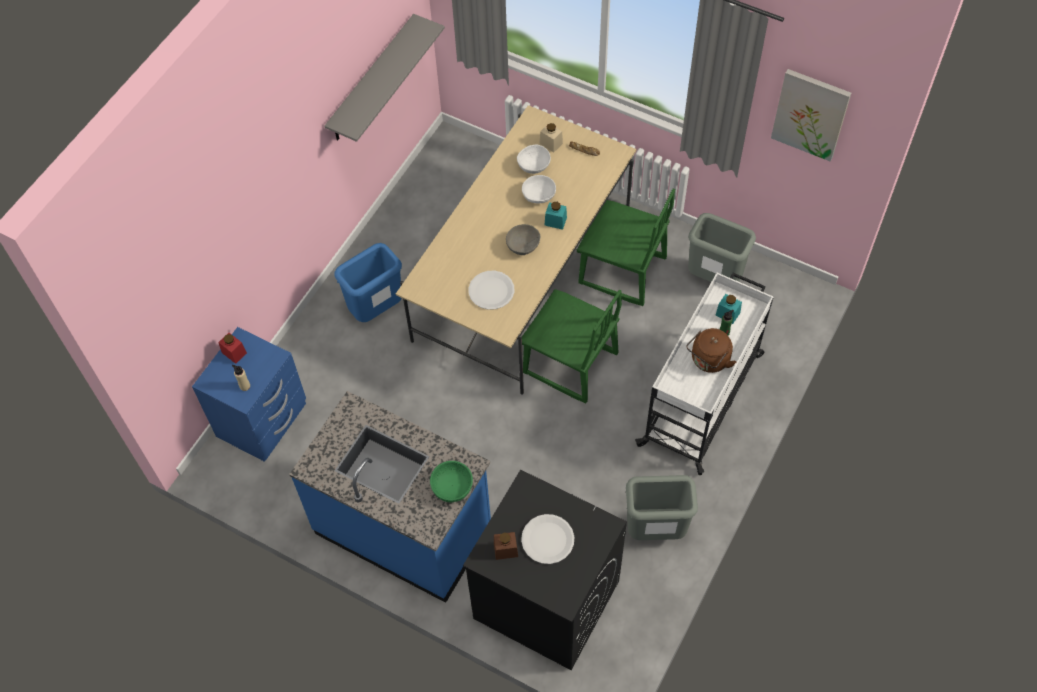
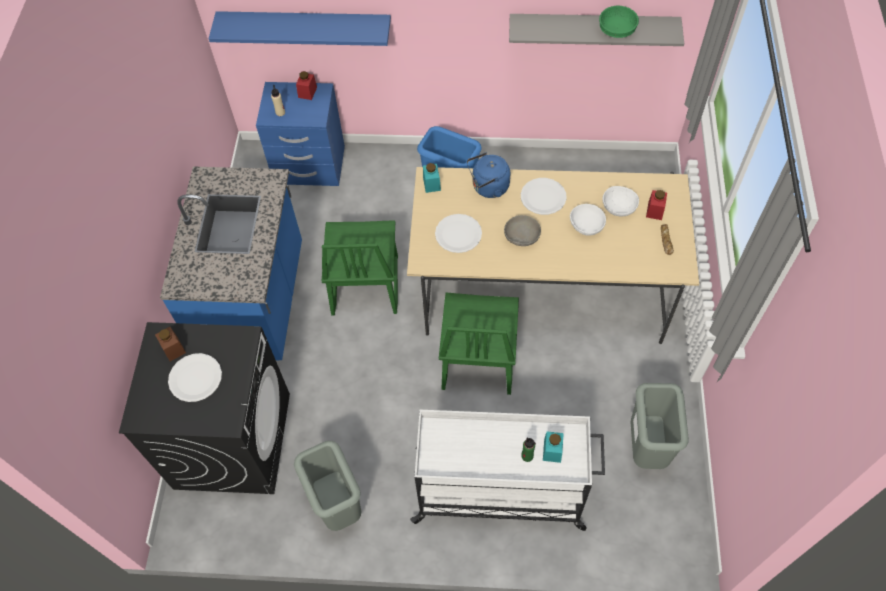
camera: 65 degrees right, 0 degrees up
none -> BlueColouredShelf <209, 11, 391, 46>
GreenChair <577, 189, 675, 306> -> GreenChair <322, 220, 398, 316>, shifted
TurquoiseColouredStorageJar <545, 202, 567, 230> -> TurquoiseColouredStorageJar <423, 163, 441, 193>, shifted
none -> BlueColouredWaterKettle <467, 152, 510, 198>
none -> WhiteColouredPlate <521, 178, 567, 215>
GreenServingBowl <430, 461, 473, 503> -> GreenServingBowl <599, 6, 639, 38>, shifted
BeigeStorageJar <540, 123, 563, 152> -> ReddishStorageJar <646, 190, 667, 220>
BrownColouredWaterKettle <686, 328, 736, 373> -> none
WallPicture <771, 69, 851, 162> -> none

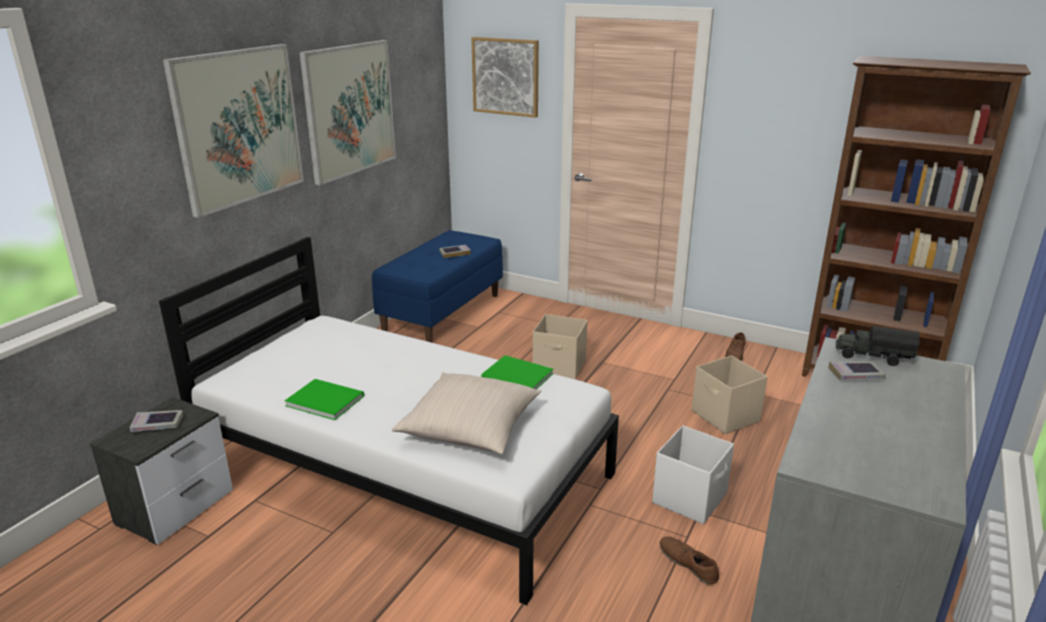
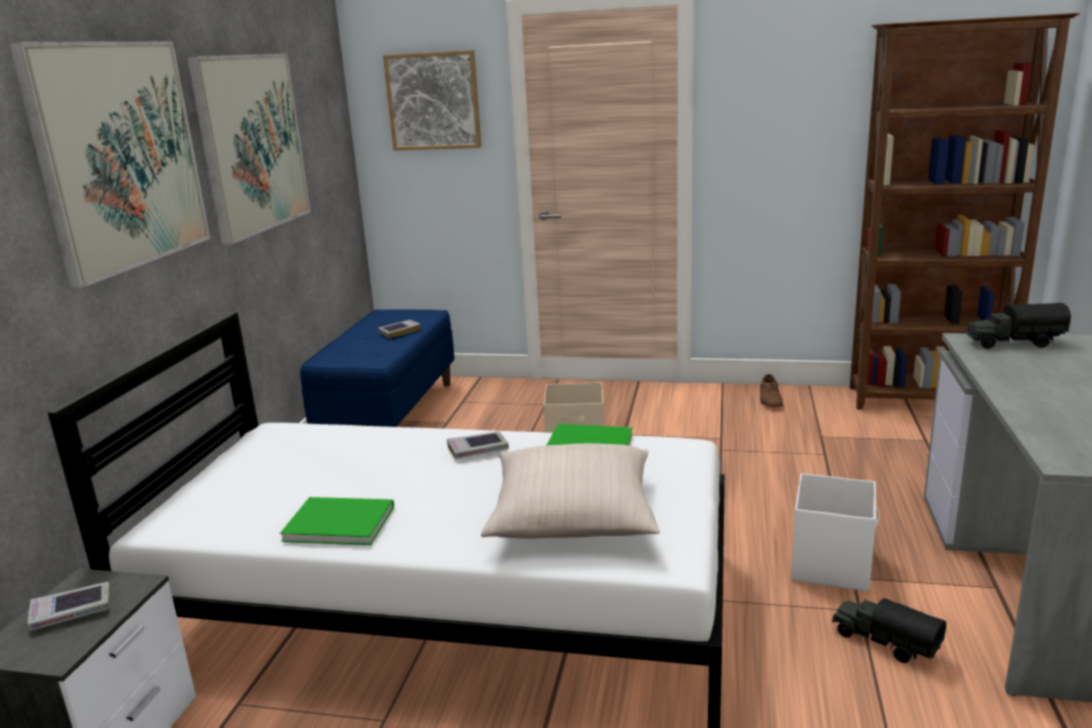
camera: 15 degrees left, 5 degrees down
BoundBook <829, 361, 886, 380> -> BoundBook <447, 431, 509, 459>, shifted
BrownColouredShoe <660, 536, 719, 585> -> ToyLorry <832, 598, 946, 663>
BeigeStorageBin <692, 355, 768, 434> -> none

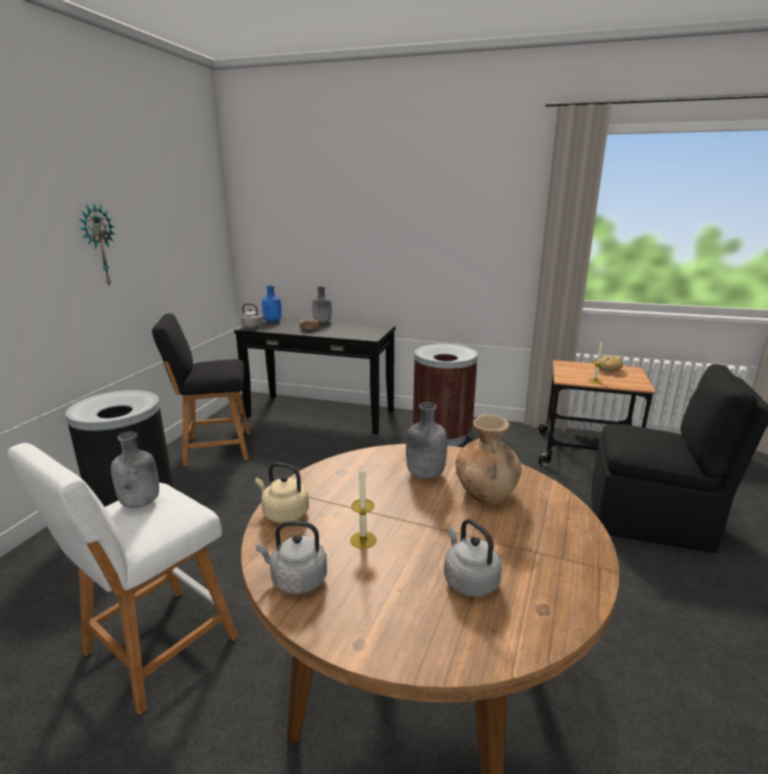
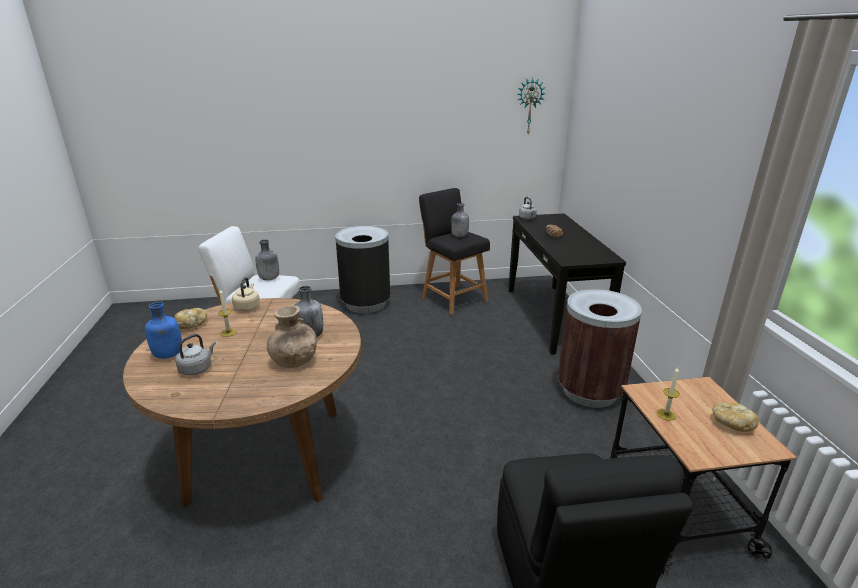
camera: 65 degrees right, 5 degrees up
BlueColouredBottle <262, 286, 282, 322> -> BlueColouredBottle <145, 302, 182, 359>, shifted
GreyishWaterKettle <256, 521, 327, 594> -> Bread <174, 308, 207, 329>
GreyishBottle <312, 286, 332, 323> -> GreyishBottle <451, 203, 469, 237>, shifted
ClockOnTheWall <79, 204, 116, 287> -> ClockOnTheWall <518, 78, 546, 134>, shifted

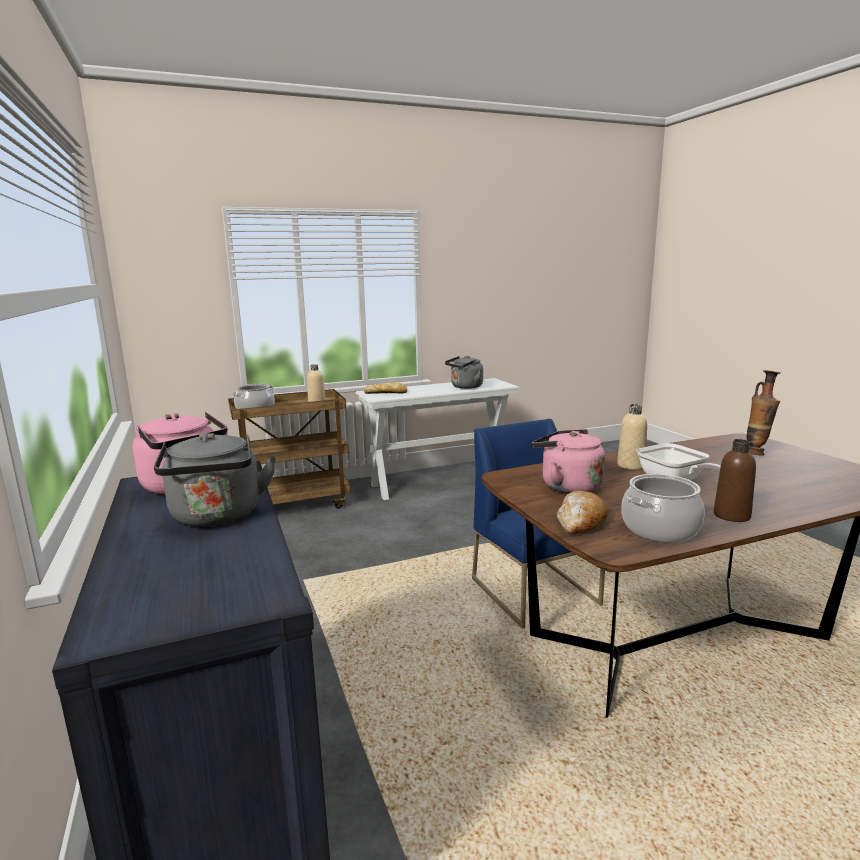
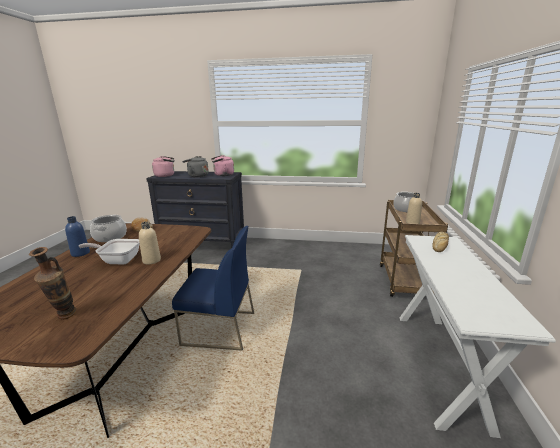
camera: 120 degrees right, 5 degrees up
BrownColouredBottle <714, 439, 756, 522> -> BlueColouredBottle <65, 216, 90, 257>
PinkishWaterKettle <532, 429, 605, 494> -> PinkishWaterKettle <152, 156, 174, 177>, shifted
GreyishWaterKettle <445, 356, 483, 389> -> none

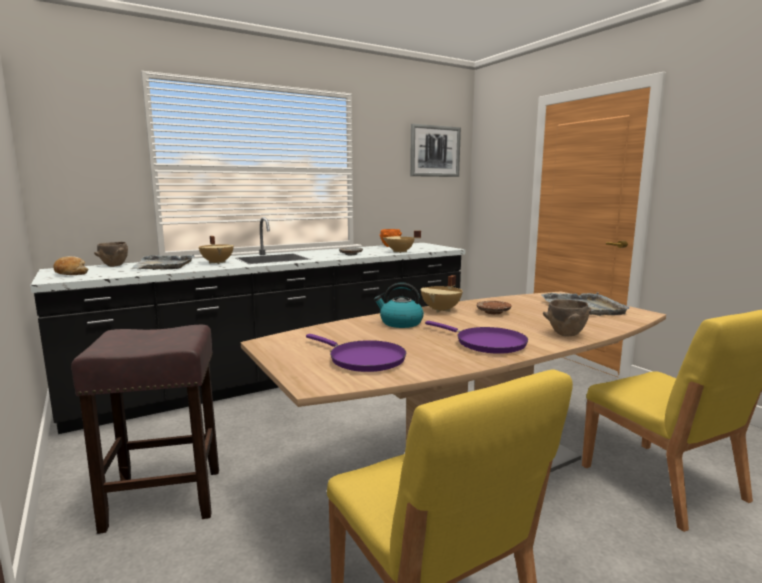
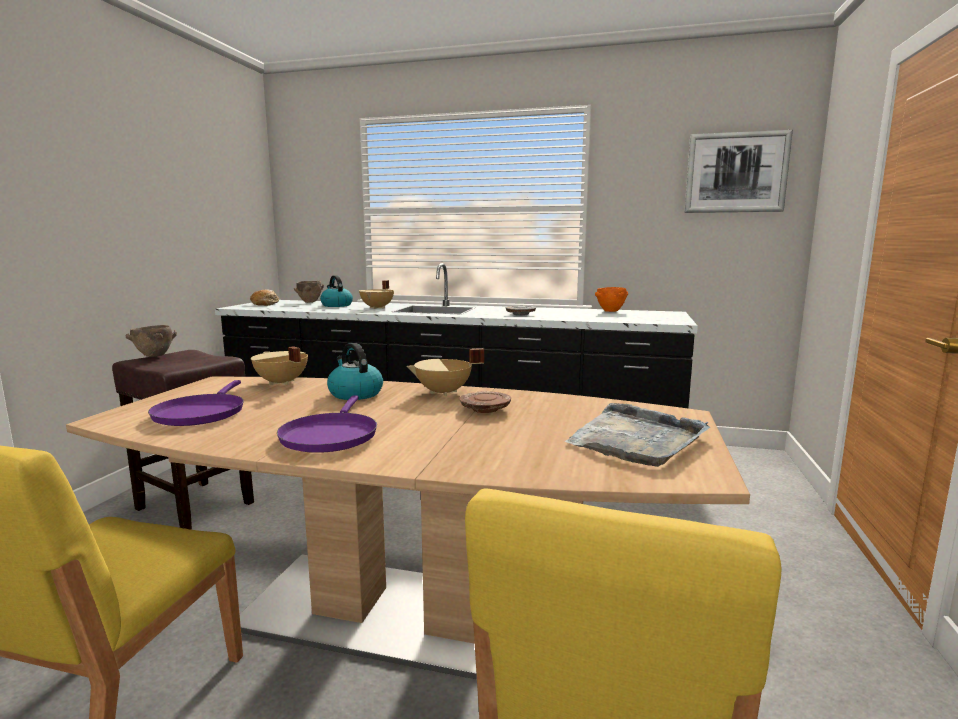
camera: 45 degrees right, 0 degrees up
BrownColouredServingBowl <543, 299, 591, 336> -> BrownColouredServingBowl <125, 325, 177, 357>, shifted
BeigeStockpot <383, 230, 421, 253> -> BeigeStockpot <251, 346, 308, 385>, shifted
GreyishCarryingTray <132, 254, 195, 270> -> WaterKettle <320, 275, 353, 307>

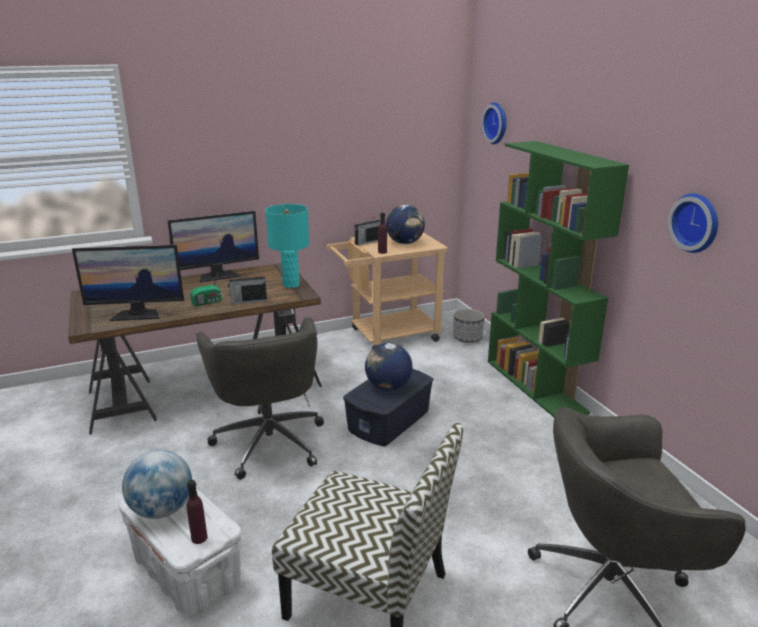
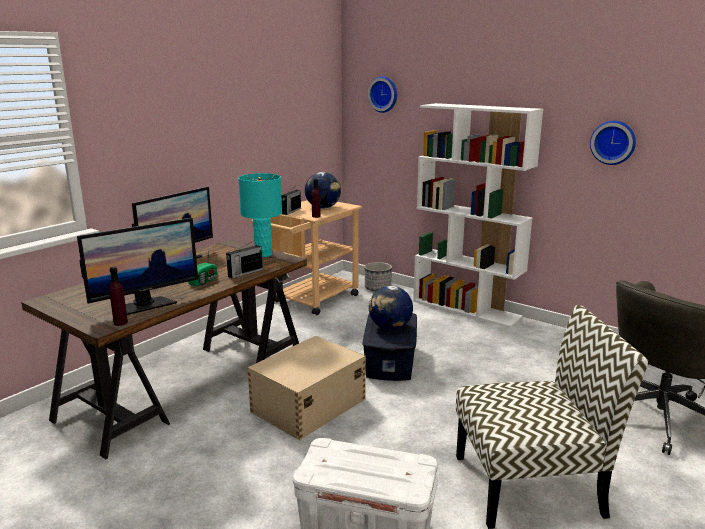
camera: 30 degrees left, 5 degrees down
PurpleColouredBottle <187, 480, 207, 544> -> PurpleColouredBottle <109, 267, 128, 326>, shifted
GreyishComputerChair <196, 317, 324, 479> -> BeigeStorageBin <247, 336, 366, 440>
GreenBookcase <488, 141, 629, 418> -> WhiteColouredBookcase <413, 103, 543, 328>
DeskGlobe <122, 450, 192, 519> -> none

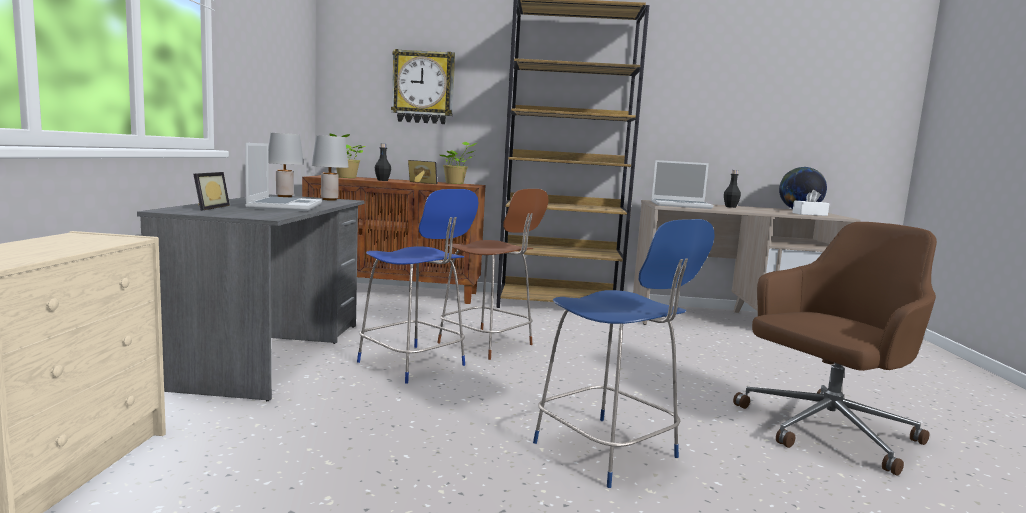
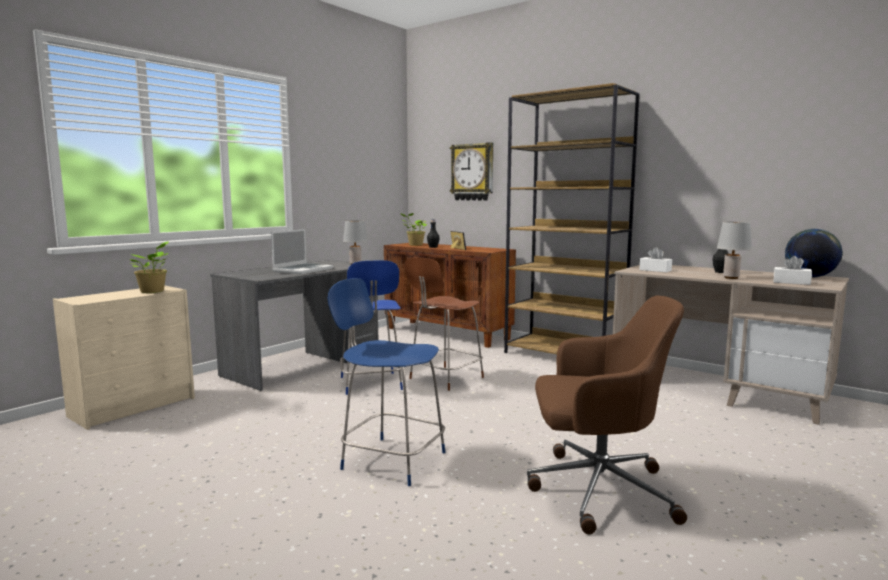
camera: 35 degrees right, 0 degrees up
PlantInAPot <440, 142, 477, 184> -> PlantInAPot <130, 241, 169, 293>, shifted
BlueColouredChair <533, 219, 714, 488> -> BlueColouredChair <328, 278, 445, 486>, 120 degrees clockwise
BrownColouredChair <437, 189, 549, 360> -> BrownColouredChair <405, 257, 484, 391>, 60 degrees clockwise
NotebookComputer <651, 160, 714, 209> -> WhiteColouredBoxOfTissues <639, 247, 672, 272>
GreyishLampForATable <268, 133, 304, 197> -> GreyishLampForATable <717, 222, 752, 279>, shifted
PictureFrame <193, 172, 230, 211> -> none

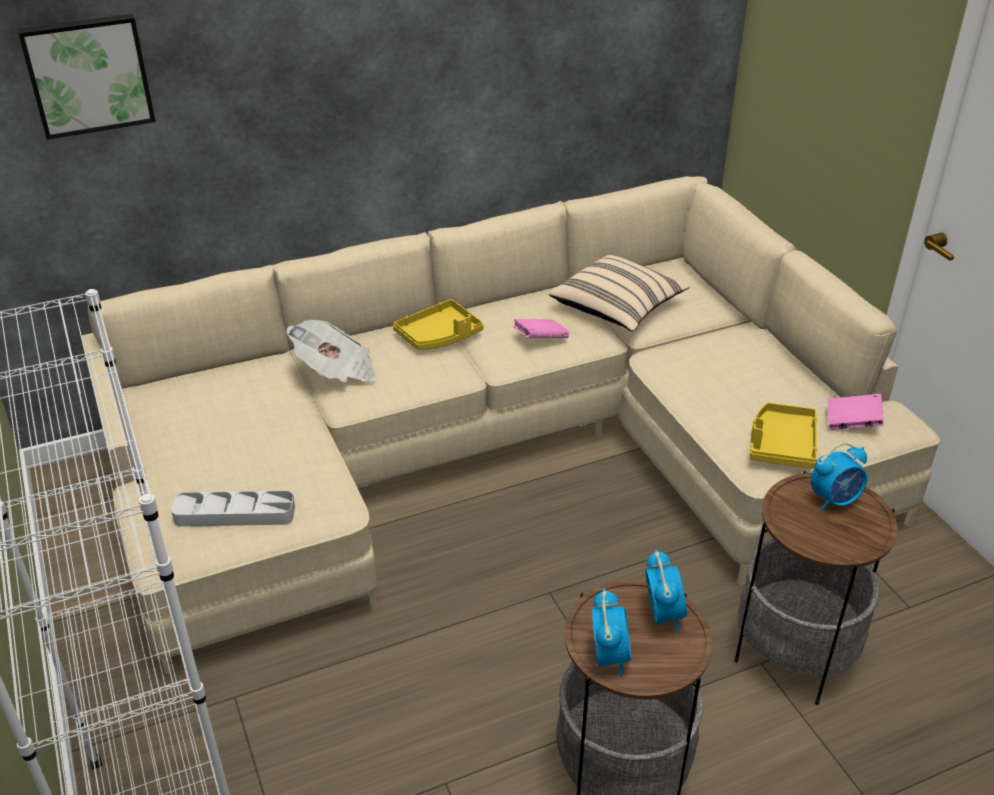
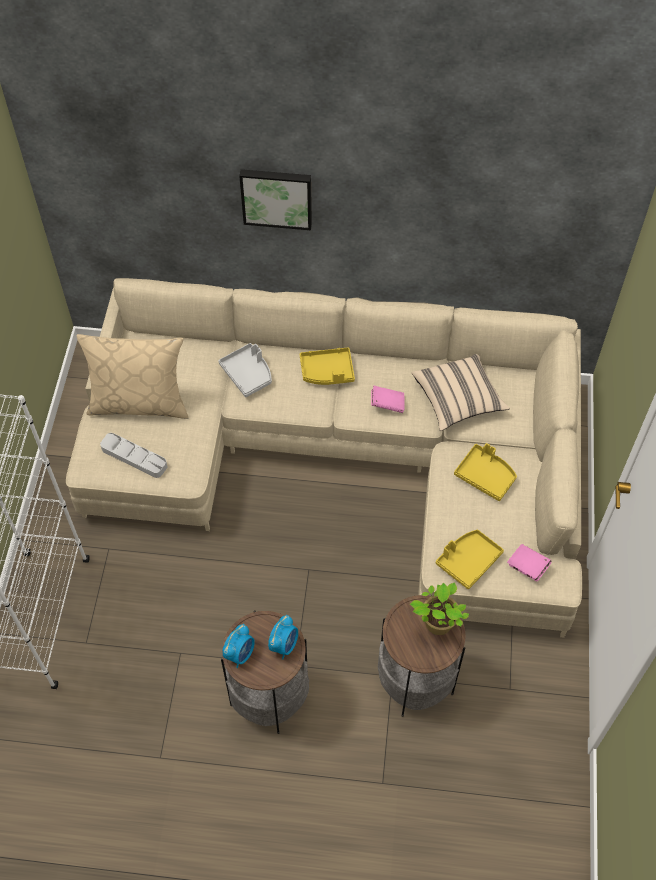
camera: 30 degrees right, 20 degrees up
none -> BeigeCushion <76, 334, 189, 419>
Newspaper <287, 320, 377, 383> -> GreyishCarryingTray <219, 343, 272, 397>
WallPicture <17, 14, 156, 140> -> WallPicture <239, 169, 312, 230>, shifted
BedsideClock <811, 443, 867, 511> -> PlantInAPot <410, 582, 469, 635>
none -> YellowishCarryingTray <454, 443, 517, 501>

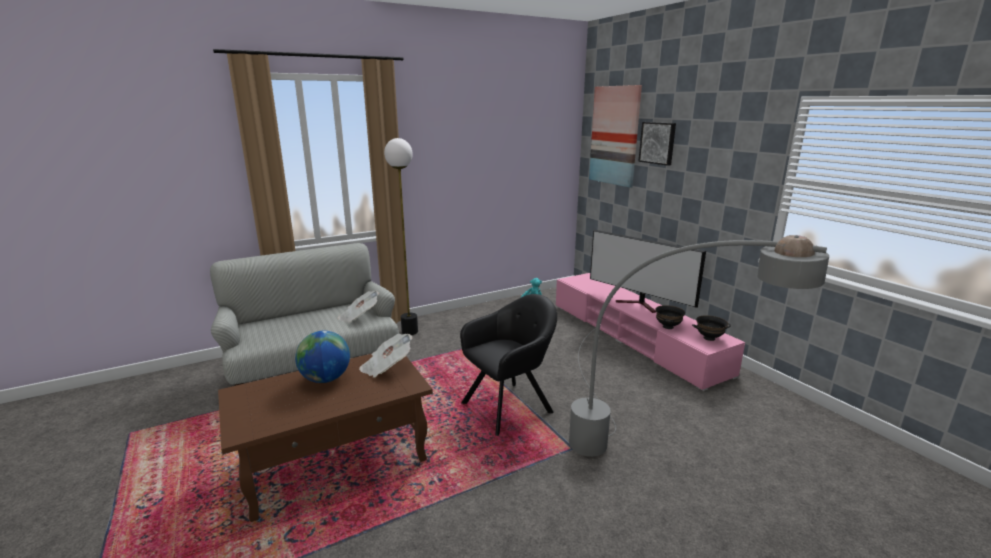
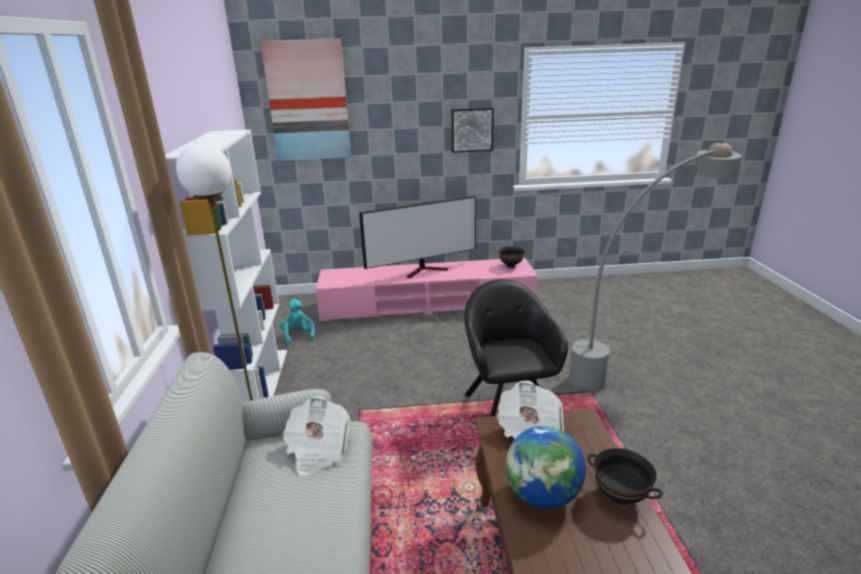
camera: 65 degrees left, 5 degrees up
none -> WhiteColouredBookcase <165, 130, 287, 403>
WallPicture <638, 122, 676, 166> -> WallPicture <451, 108, 494, 153>, shifted
BlackColouredServingBowl <655, 305, 685, 329> -> BlackColouredServingBowl <587, 448, 663, 505>, shifted

